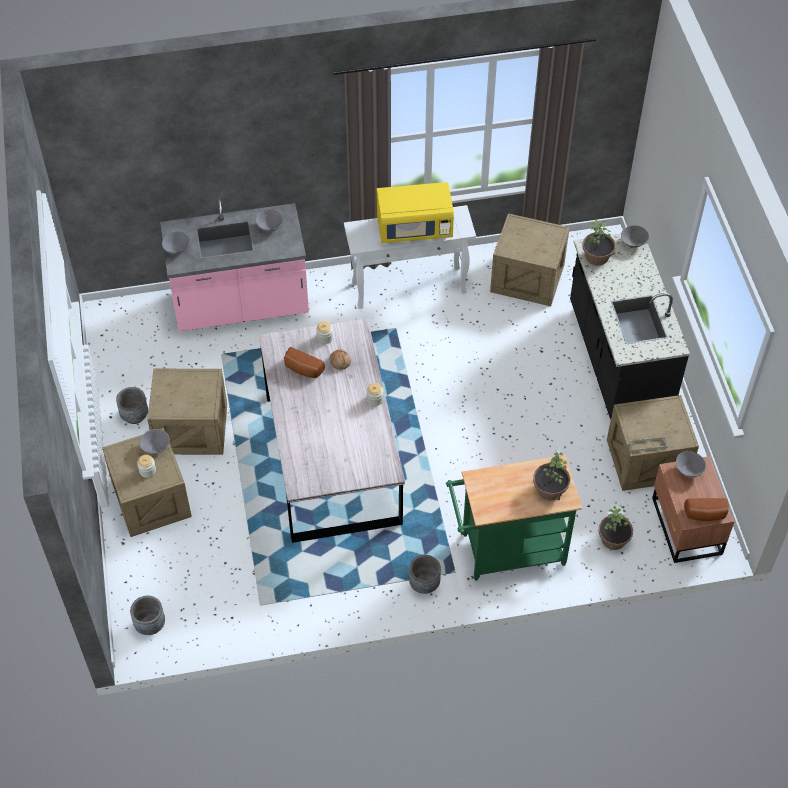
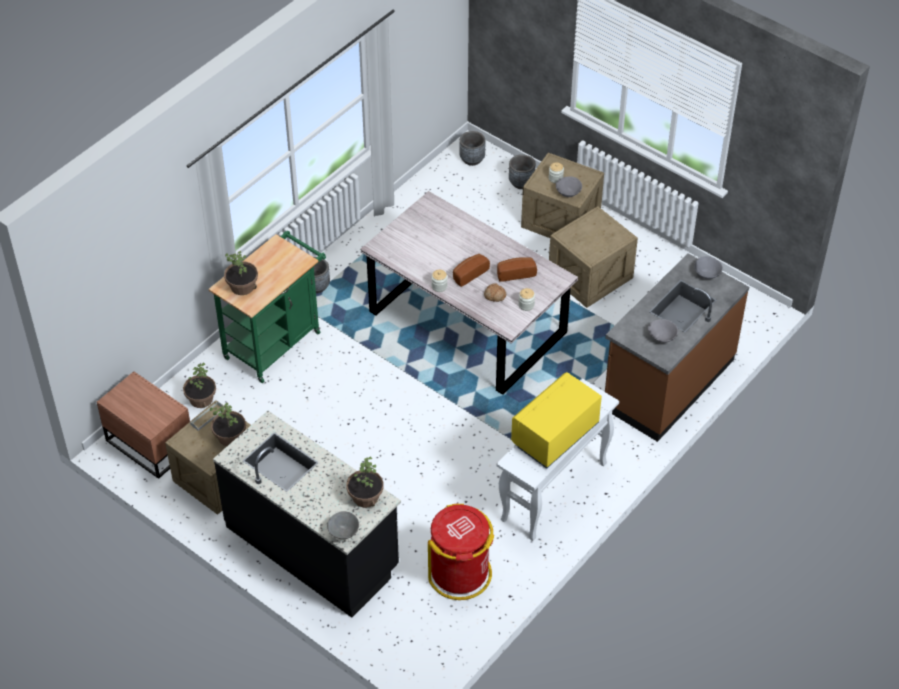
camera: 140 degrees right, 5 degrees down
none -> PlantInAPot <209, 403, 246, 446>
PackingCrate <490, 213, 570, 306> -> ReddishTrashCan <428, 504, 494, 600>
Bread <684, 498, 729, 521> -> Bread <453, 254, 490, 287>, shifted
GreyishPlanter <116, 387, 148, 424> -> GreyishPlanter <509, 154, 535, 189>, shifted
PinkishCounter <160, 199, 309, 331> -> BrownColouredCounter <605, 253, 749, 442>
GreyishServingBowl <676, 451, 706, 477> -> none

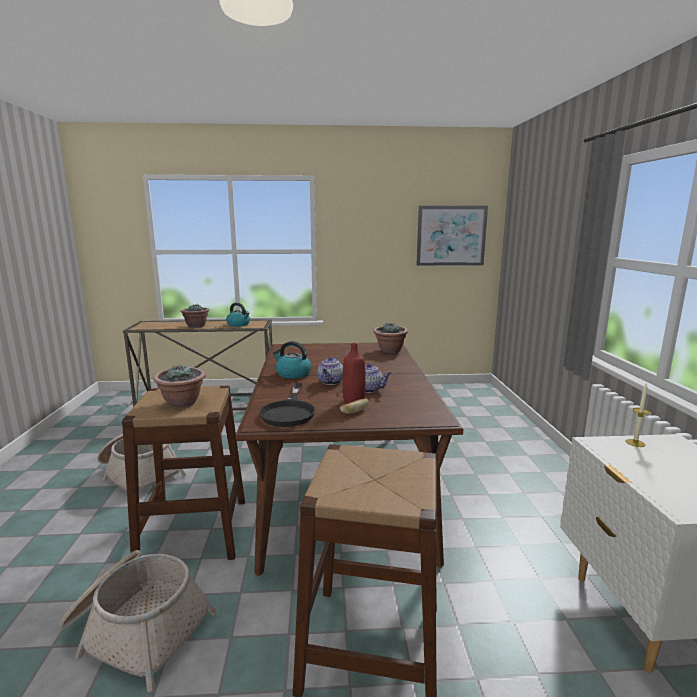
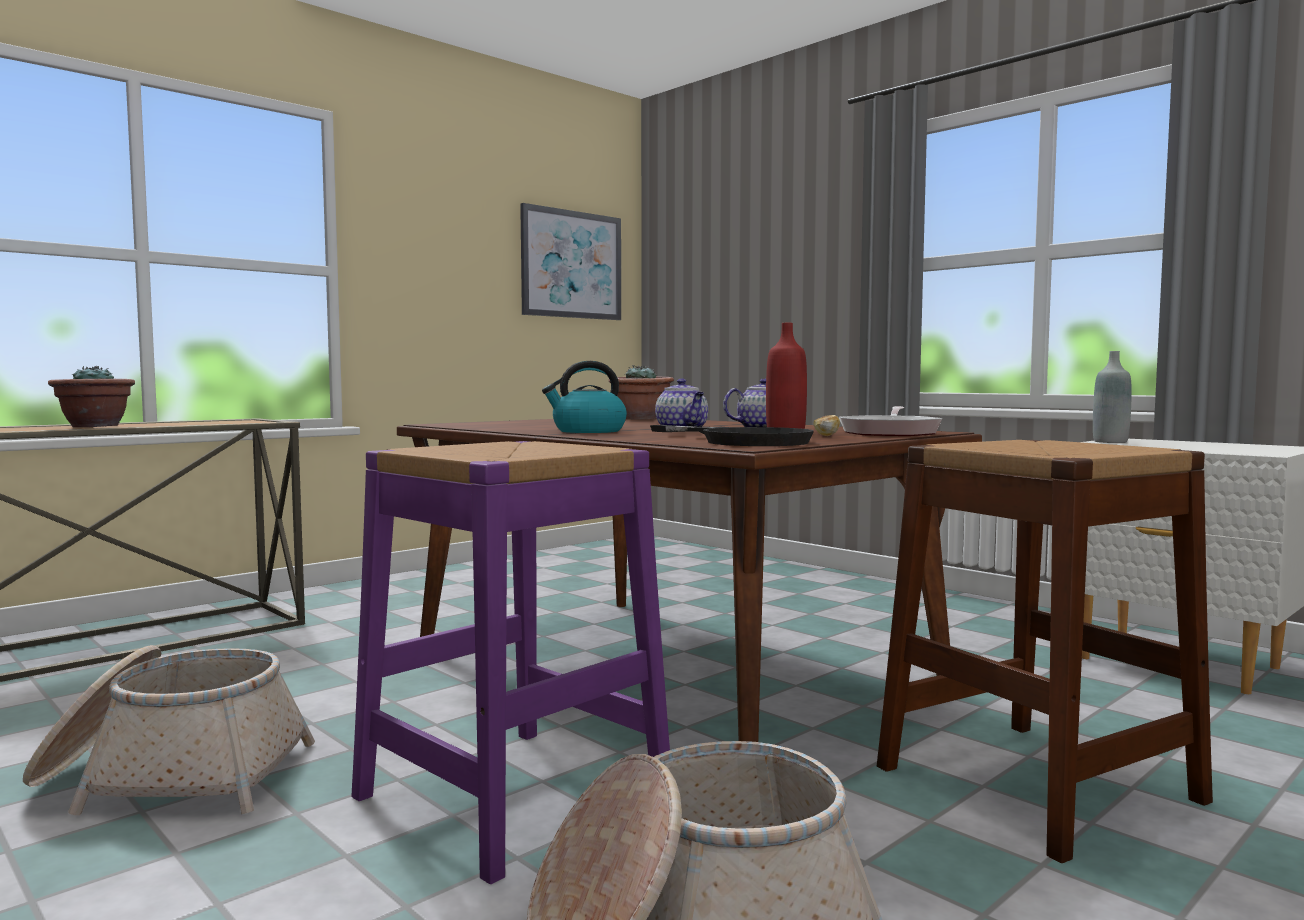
camera: 40 degrees left, 10 degrees down
BrownColouredStoolSeat <122, 386, 245, 560> -> PurpleColouredStoolSeat <351, 441, 670, 884>
none -> FryingPan <839, 406, 942, 436>
WaxLight <626, 383, 650, 447> -> GreyishBottle <1093, 351, 1132, 443>
PlantInAPot <153, 364, 206, 408> -> none
WaterKettle <226, 303, 250, 327> -> none

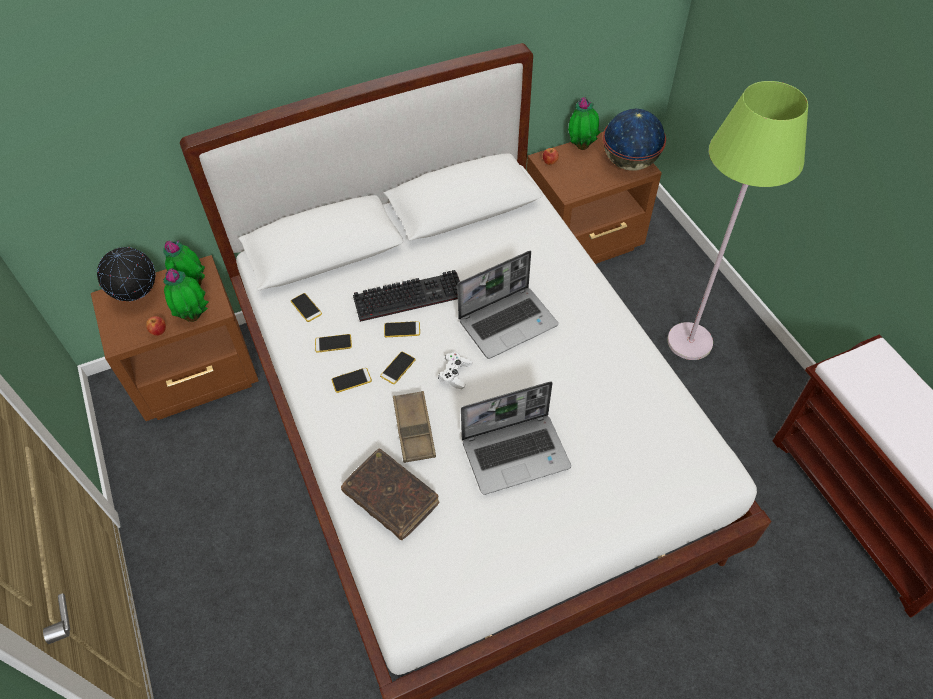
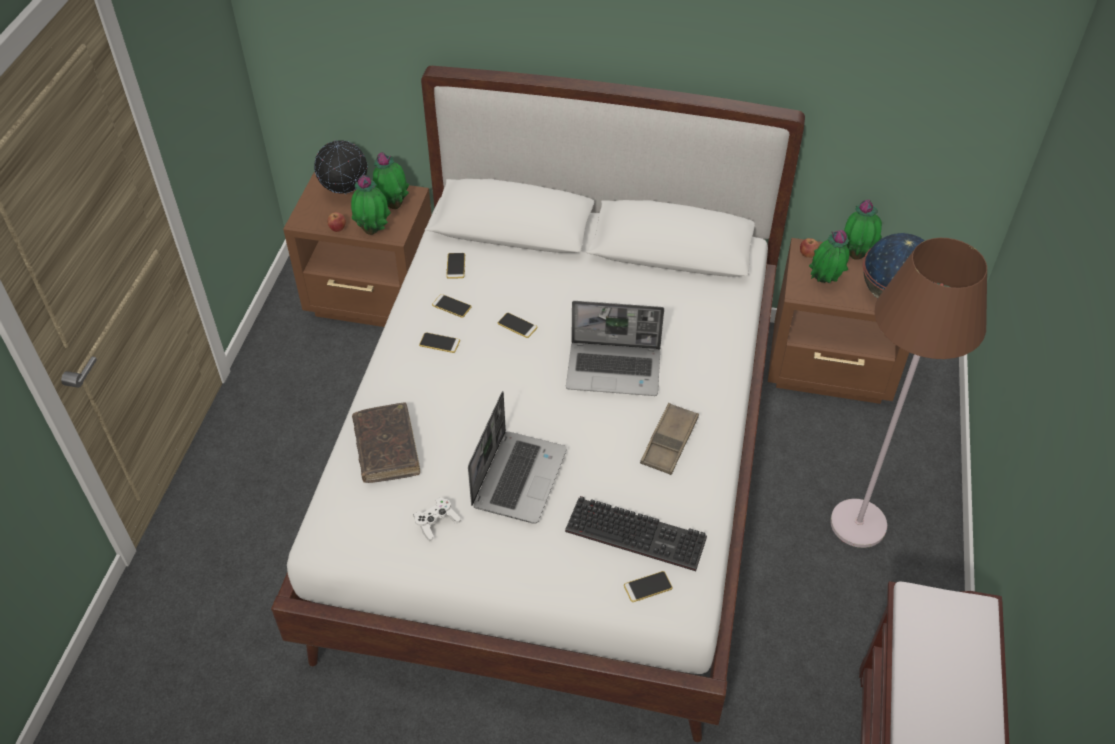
camera: 35 degrees right, 5 degrees down
WhiteColouredJoypad <438, 352, 472, 389> -> WhiteColouredJoypad <414, 497, 461, 541>, shifted
NotebookComputer <461, 381, 571, 495> -> NotebookComputer <468, 391, 567, 524>, 90 degrees counterclockwise
Keyboard <353, 270, 460, 322> -> Keyboard <565, 496, 707, 571>, shifted
Telephone <380, 352, 416, 384> -> Telephone <624, 571, 673, 602>, shifted
BrownColouredCarryingTray <393, 391, 436, 463> -> BrownColouredCarryingTray <640, 403, 699, 475>, shifted
none -> PlantInAPot <809, 230, 850, 283>
GreenStandingLamp <667, 81, 808, 360> -> BrownColouredStandingLamp <830, 238, 987, 548>

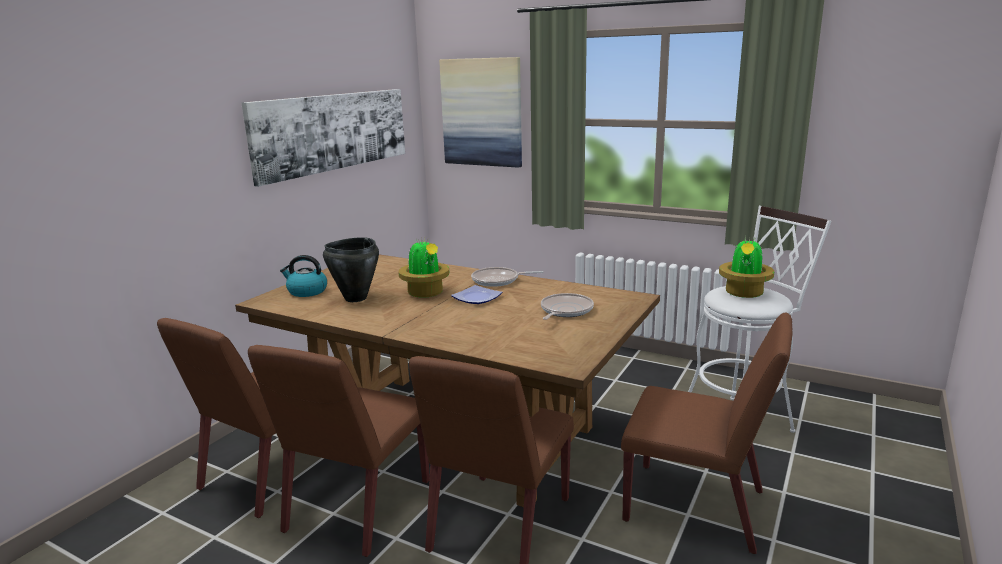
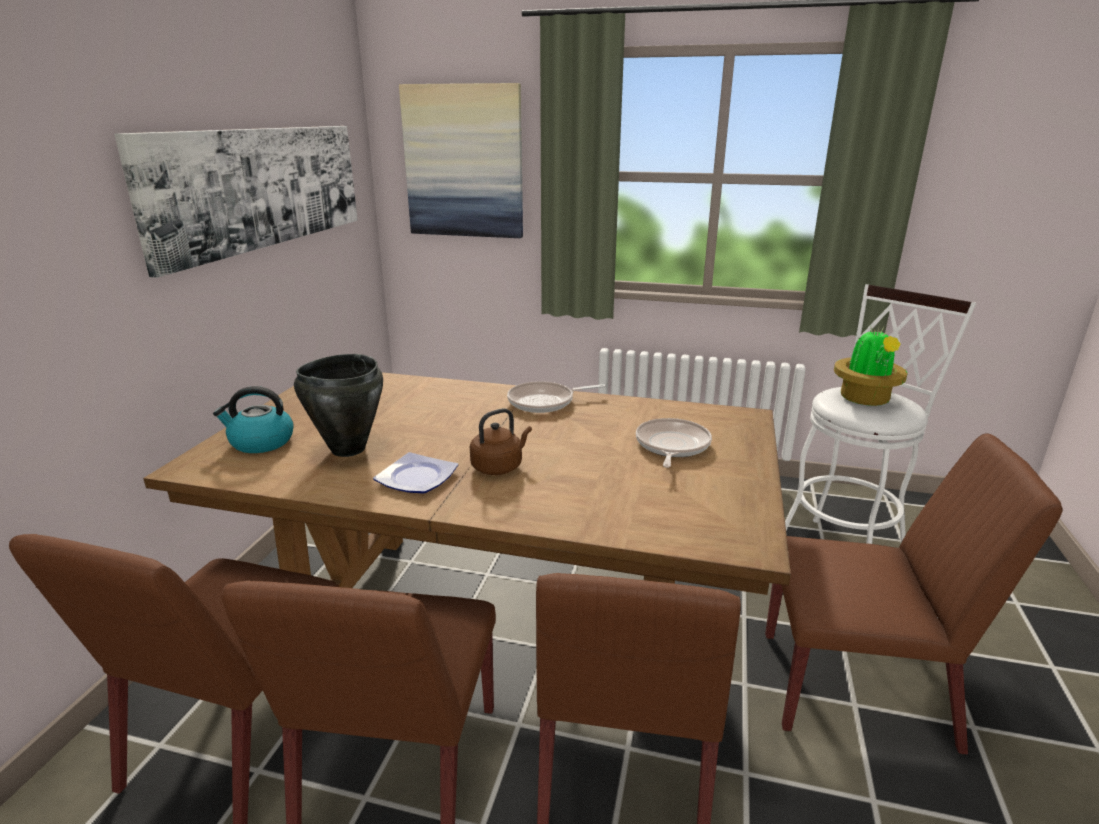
camera: 15 degrees left, 5 degrees up
Plate <451, 285, 502, 304> -> Plate <373, 452, 458, 494>, shifted
none -> BrownColouredWaterKettle <470, 408, 532, 475>
PlantInAPot <398, 239, 449, 298> -> none

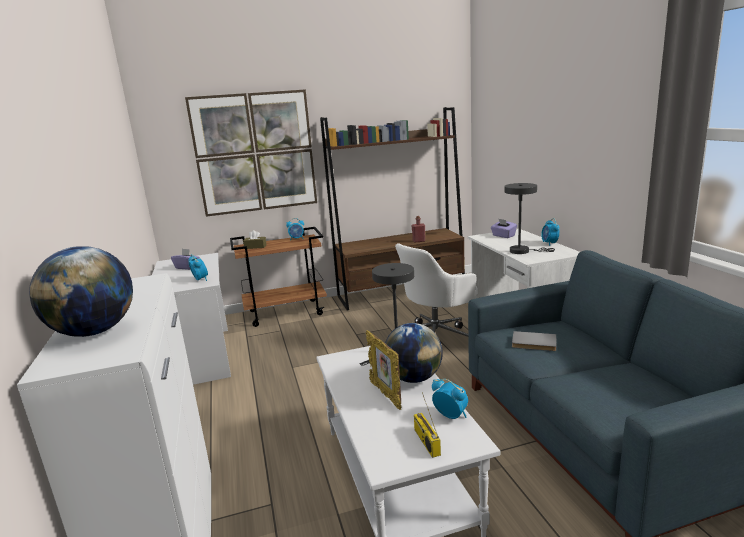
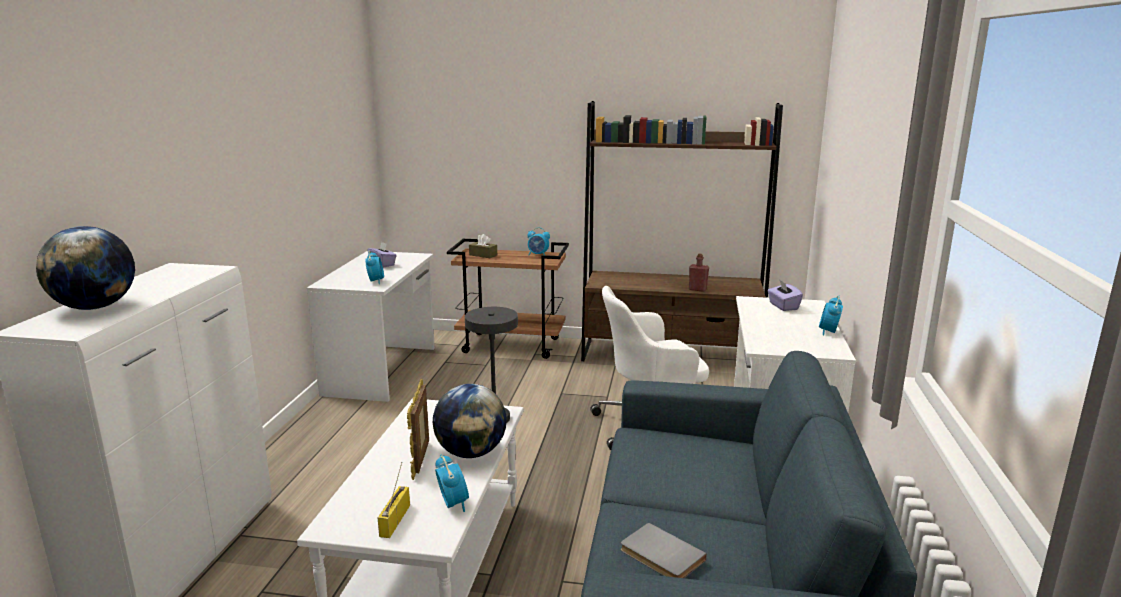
camera: 25 degrees right, 0 degrees up
GreyishBoundBook <512, 331, 557, 351> -> GreyishBoundBook <621, 523, 707, 578>, shifted
WallPicture <185, 89, 317, 217> -> none
GreyishLampForATable <504, 183, 555, 254> -> none

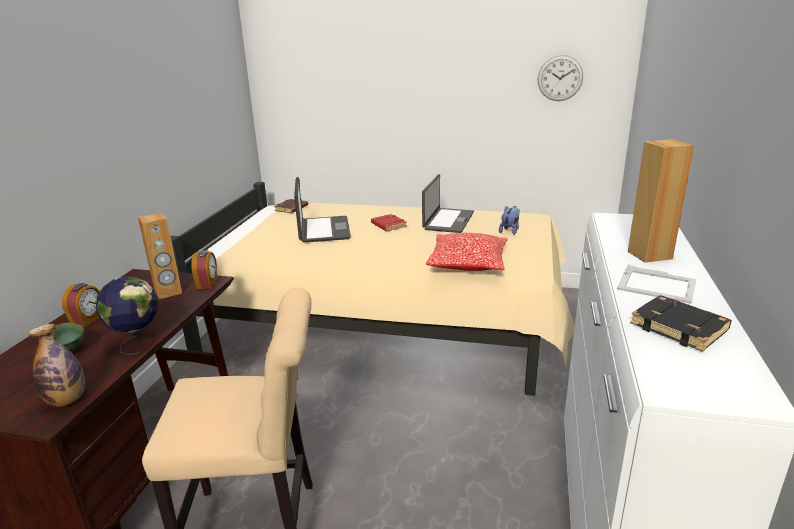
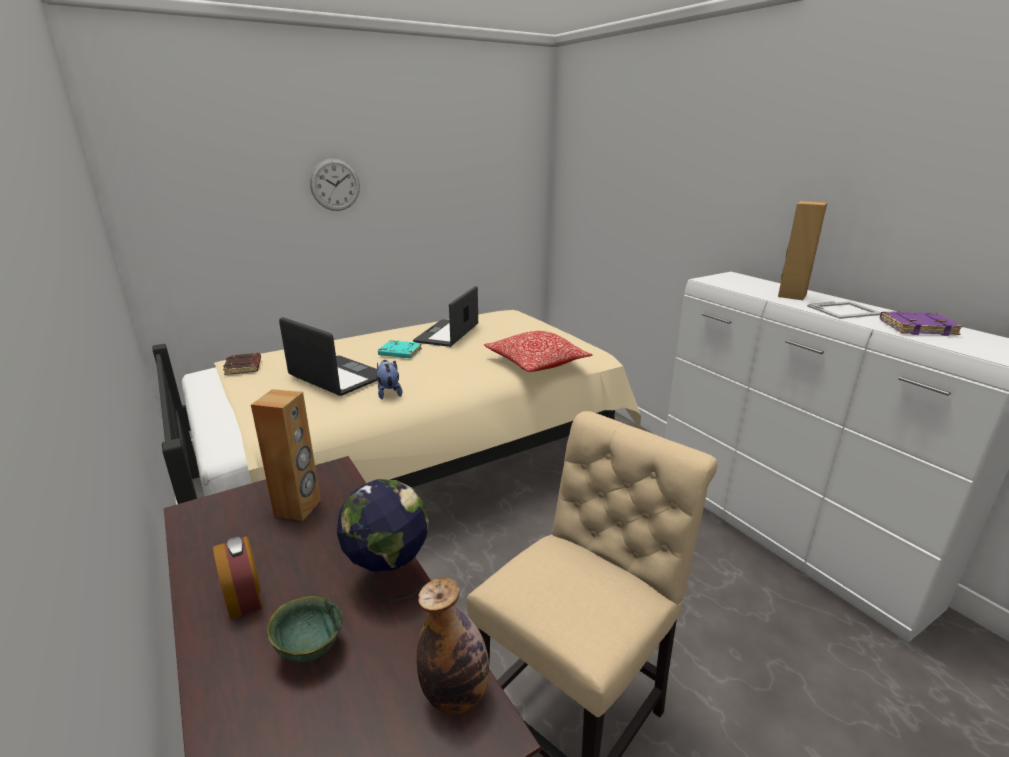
camera: 45 degrees left, 0 degrees up
ClockOnTheWall <538, 55, 583, 101> -> ClockOnTheWall <310, 159, 360, 211>, shifted
CuddlyToy <499, 206, 520, 235> -> CuddlyToy <376, 360, 402, 399>, shifted
ReddishBoundBook <371, 214, 407, 231> -> TurquoiseColouredBoundBook <378, 340, 422, 358>
NotebookComputer <422, 174, 474, 233> -> NotebookComputer <413, 286, 478, 347>, 135 degrees counterclockwise
BlackColouredBoundBook <630, 295, 732, 352> -> PurpleColouredBoundBook <880, 311, 963, 336>
BedsideClock <191, 250, 217, 289> -> none

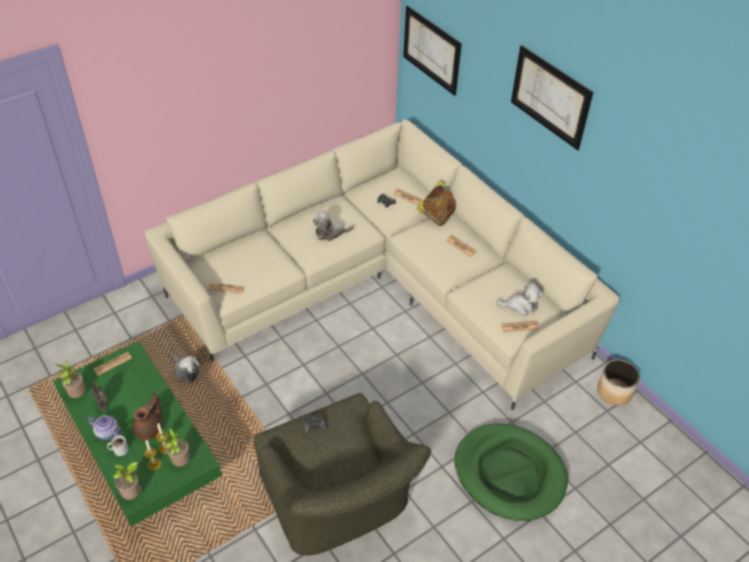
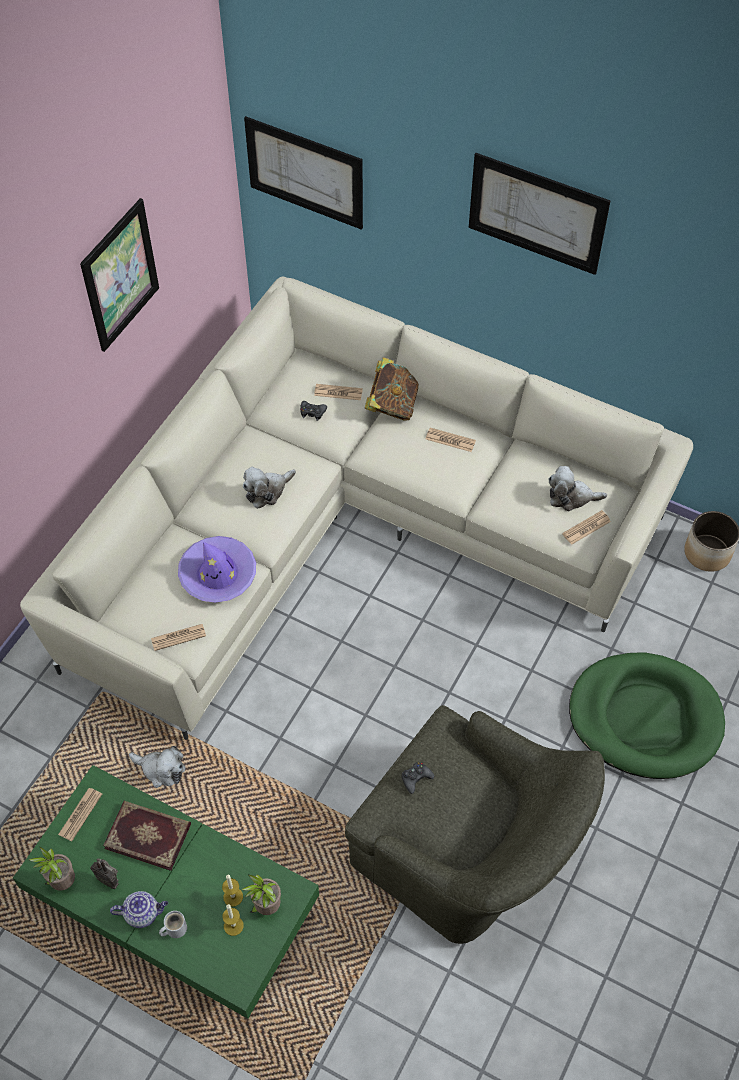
camera: 25 degrees left, 10 degrees up
none -> WallPicture <80, 198, 159, 352>
none -> BoundBook <103, 801, 191, 871>
none -> PurpleColouredWearableHat <178, 536, 256, 603>
CuddlyToy <497, 282, 543, 316> -> CuddlyToy <548, 466, 607, 511>, 150 degrees counterclockwise
PlantInAPot <113, 462, 144, 500> -> none
BrownColouredTeaPot <132, 391, 163, 440> -> none

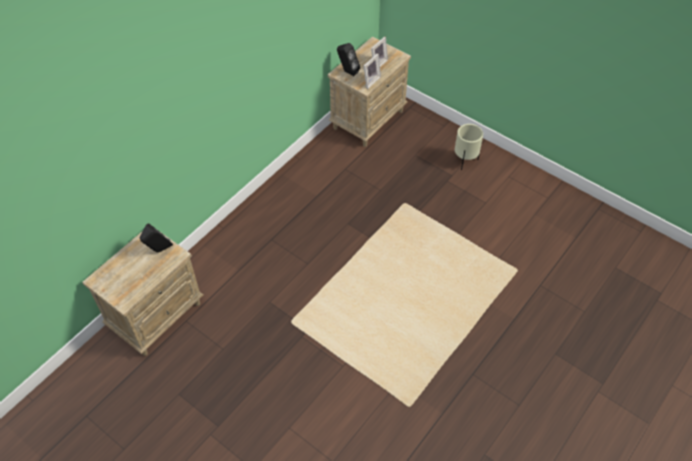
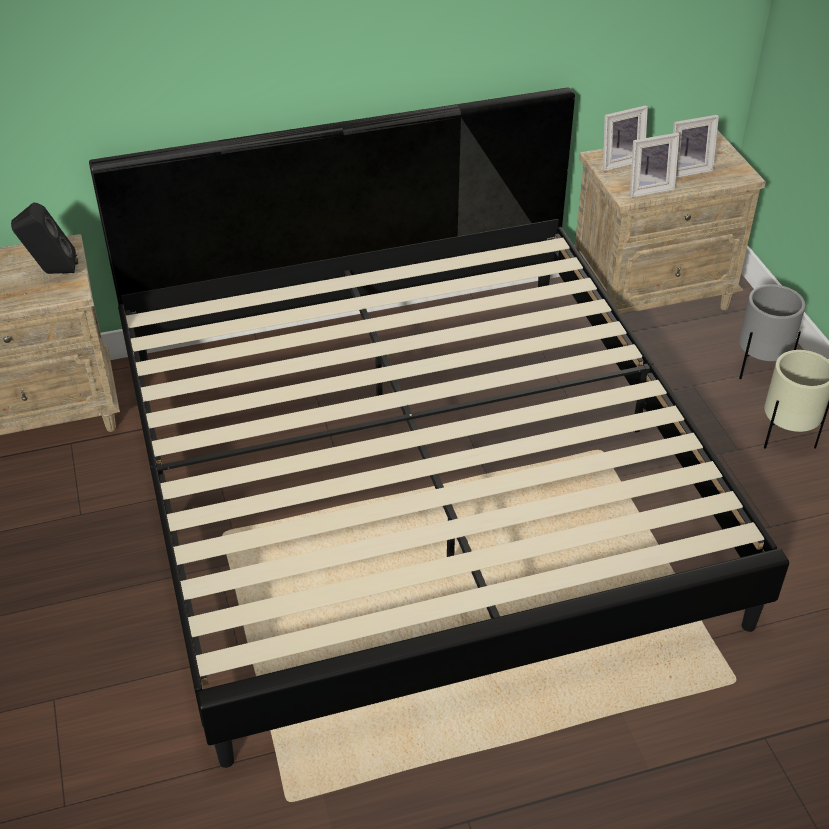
camera: 35 degrees right, 10 degrees down
none -> Bed <89, 87, 789, 768>
BlackColouredAudioSpeaker <337, 43, 360, 76> -> PictureFrame <603, 105, 648, 171>
none -> GreyishPlanter <739, 284, 805, 380>

